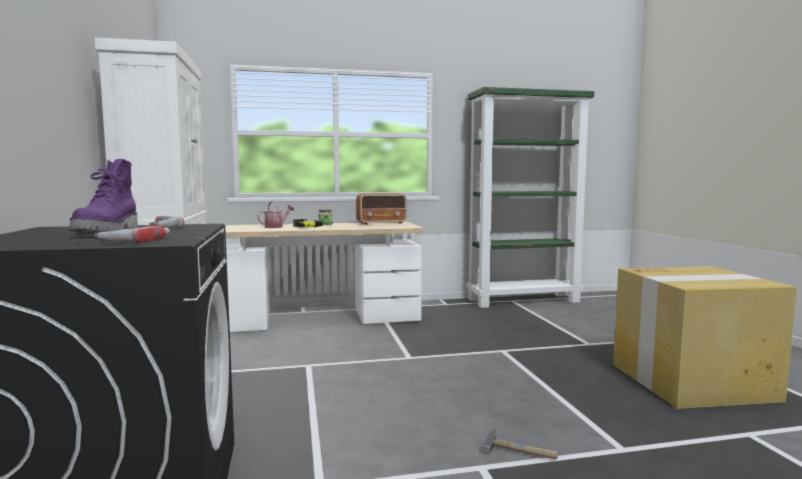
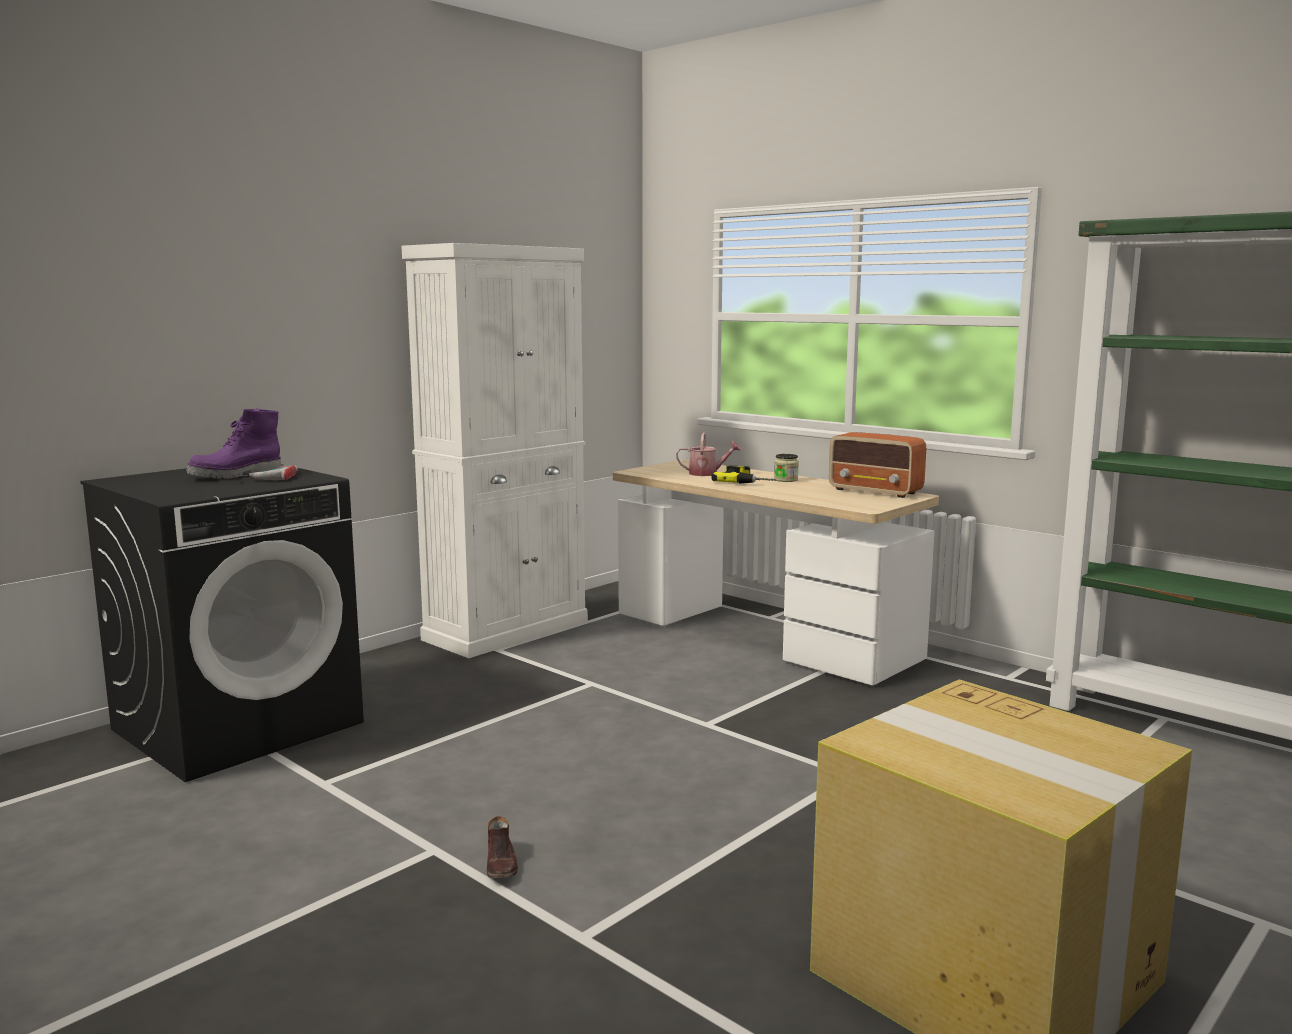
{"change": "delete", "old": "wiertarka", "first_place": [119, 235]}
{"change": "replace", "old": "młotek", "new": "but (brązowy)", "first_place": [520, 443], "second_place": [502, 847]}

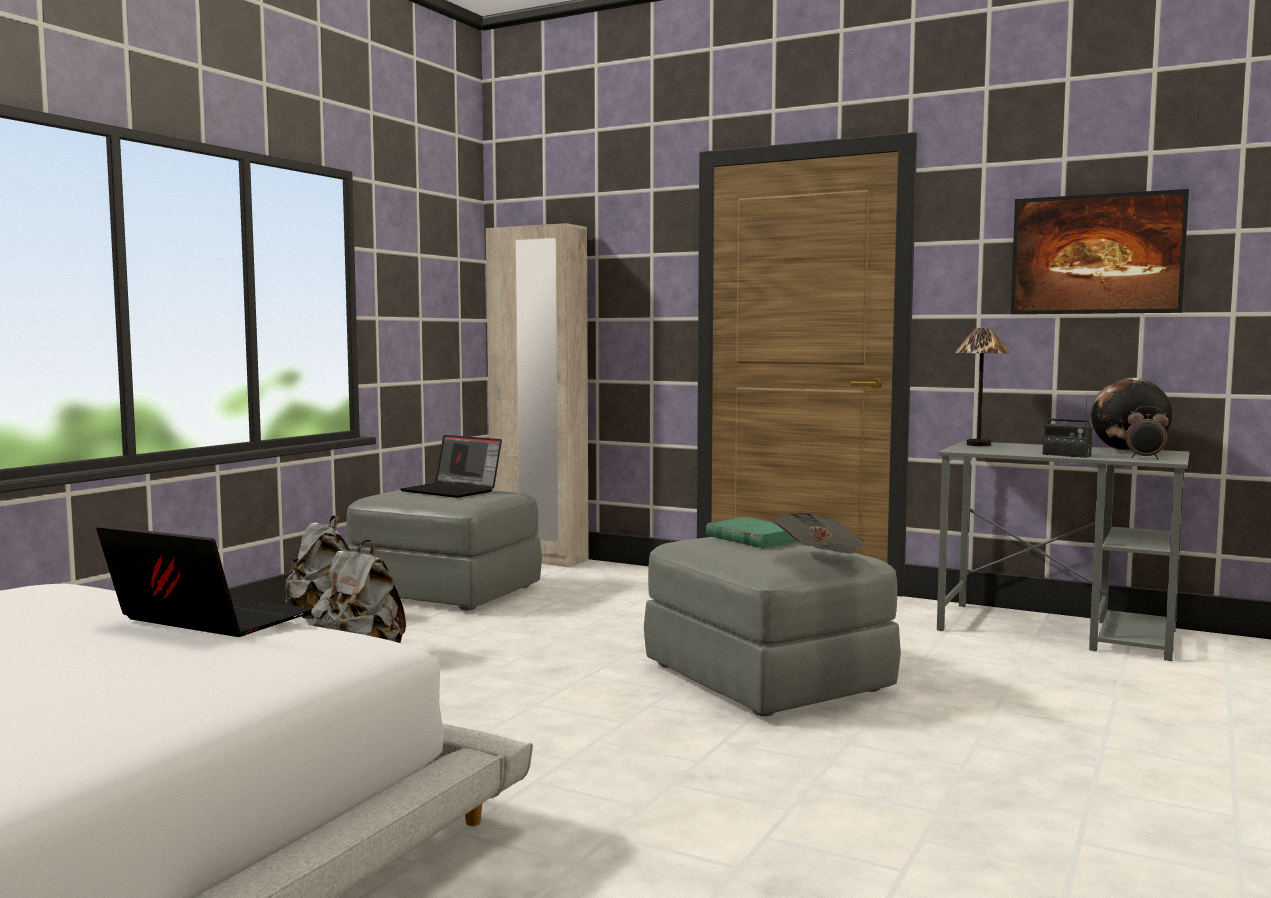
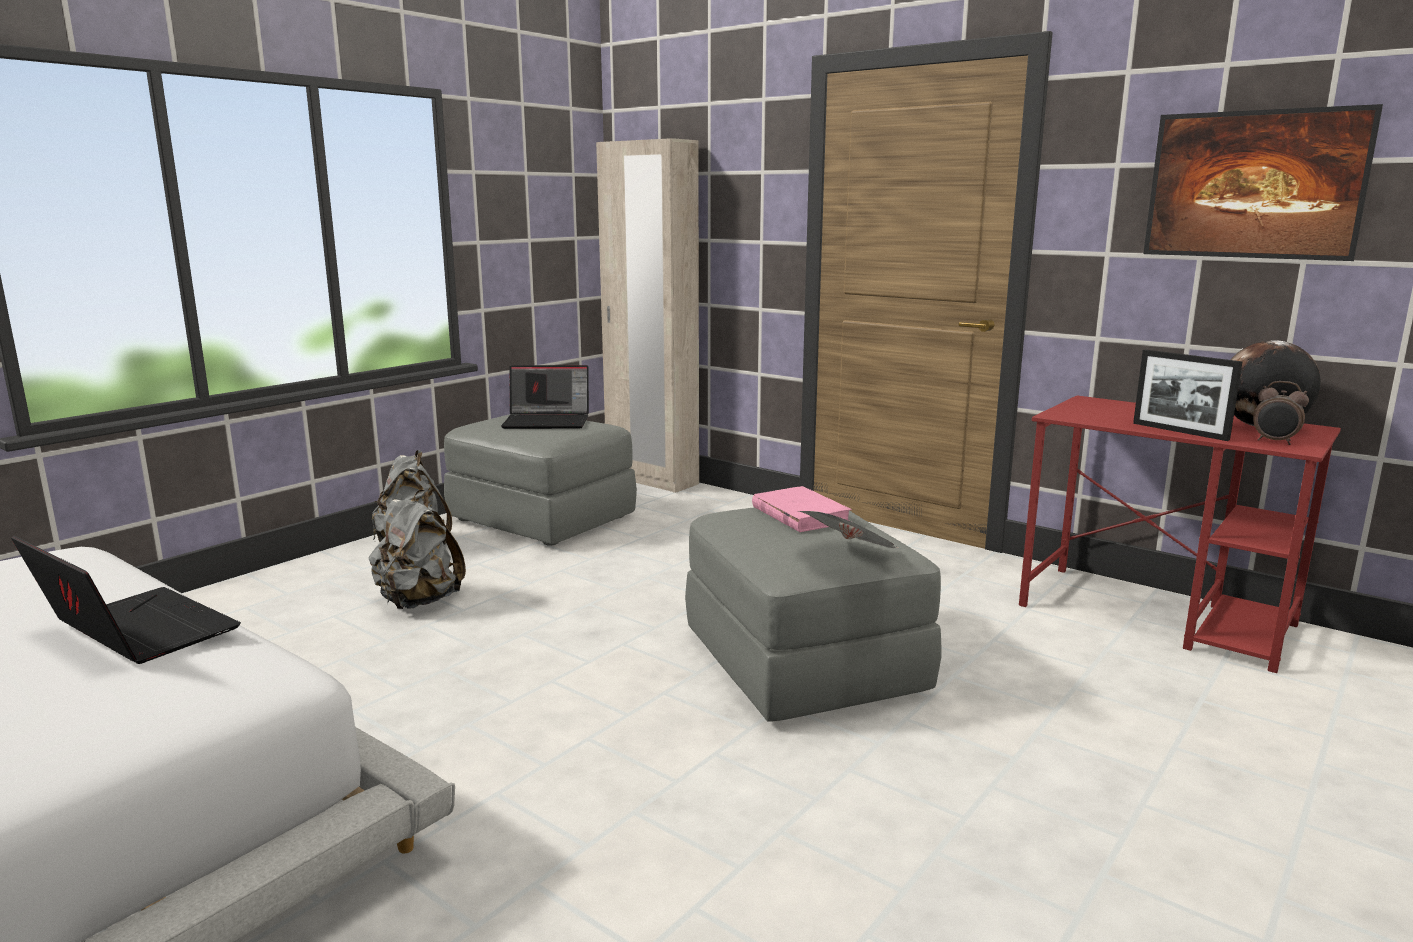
{"change": "delete", "old": "lampa stołowa", "first_place": [982, 387]}
{"change": "replace", "old": "radio", "new": "ramka na zdjęcie", "first_place": [1068, 428], "second_place": [1187, 395]}
{"change": "rotate", "old": "laptop", "first_place": [451, 466], "second_place": [545, 397], "degrees": -45}
{"change": "recolor", "old": "biurko (szary)", "new": "biurko (czerwony)", "first_place": [1063, 551], "second_place": [1180, 534]}
{"change": "recolor", "old": "książka (zielony)", "new": "książka (różowy)", "first_place": [753, 532], "second_place": [802, 509]}

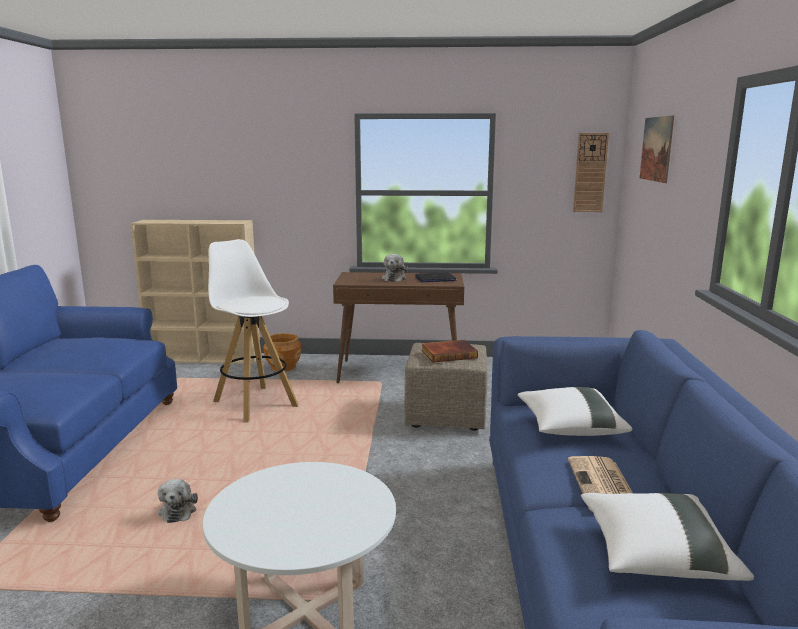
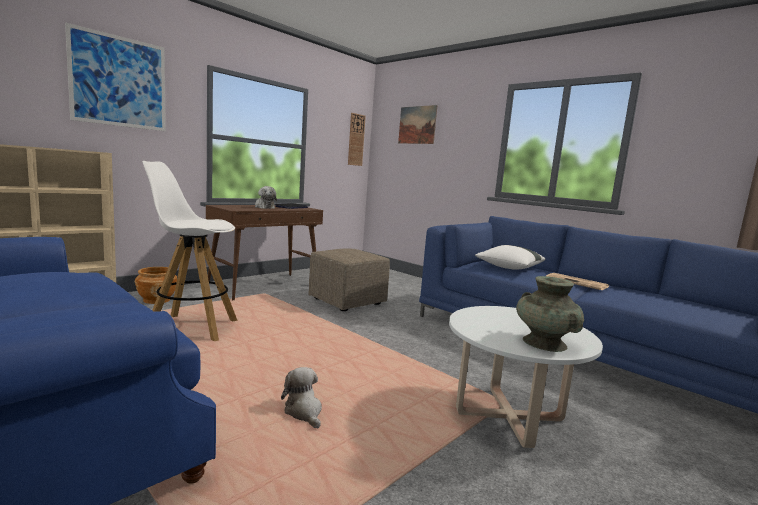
{"change": "delete", "old": "książka", "first_place": [449, 351]}
{"change": "rotate", "old": "pluszak", "first_place": [177, 501], "second_place": [301, 398], "degrees": -150}
{"change": "delete", "old": "poduszka (biały)", "first_place": [667, 537]}
{"change": "insert", "new": "obraz", "second_place": [115, 77]}
{"change": "insert", "new": "wazon (turkusowy)", "second_place": [550, 314]}

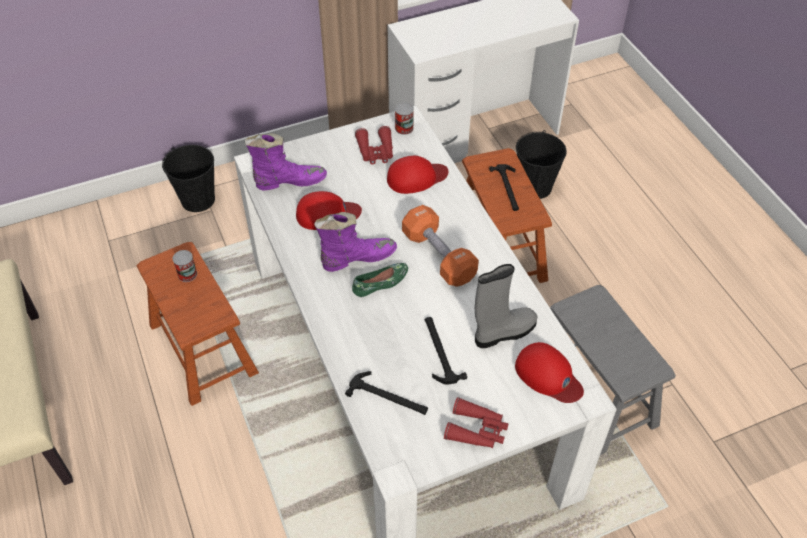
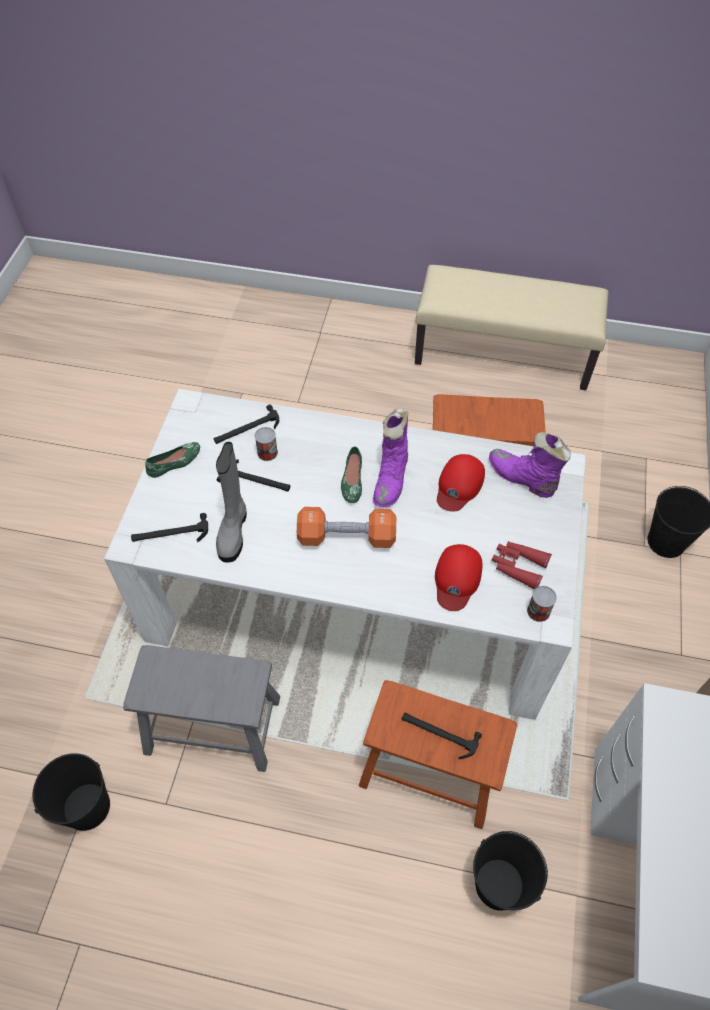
{"change": "rotate", "old": "but z cholewką (fioletowy)", "first_place": [286, 161], "second_place": [530, 465], "degrees": 105}
{"change": "move", "old": "puszka", "first_place": [185, 266], "second_place": [266, 444]}
{"change": "replace", "old": "czapka z daszkiem (czerwony)", "new": "młotek", "first_place": [549, 372], "second_place": [169, 527]}
{"change": "replace", "old": "lornetka (czerwony)", "new": "but (zielony)", "first_place": [476, 422], "second_place": [172, 460]}
{"change": "insert", "new": "wiadro (czarny)", "second_place": [71, 792]}

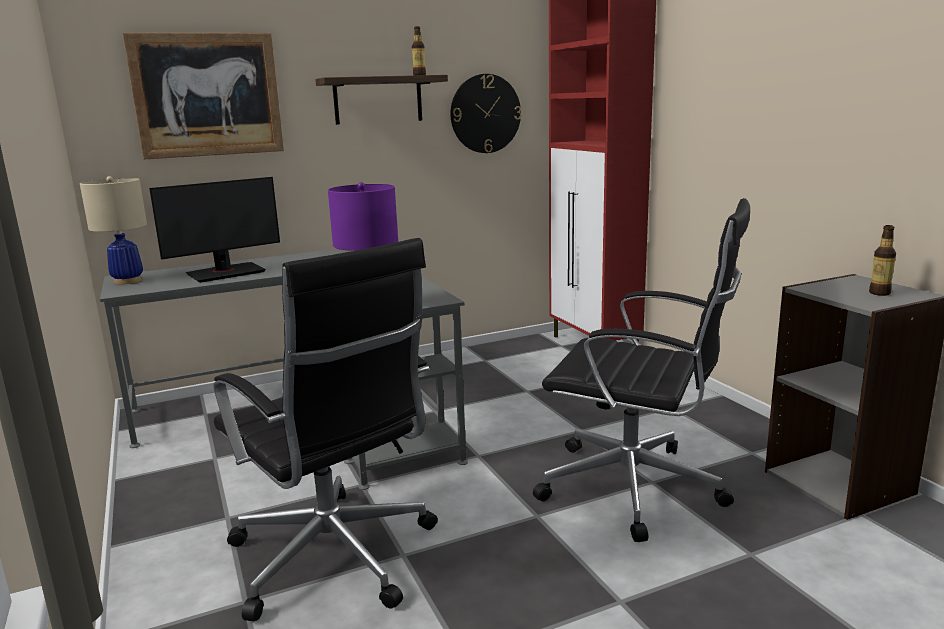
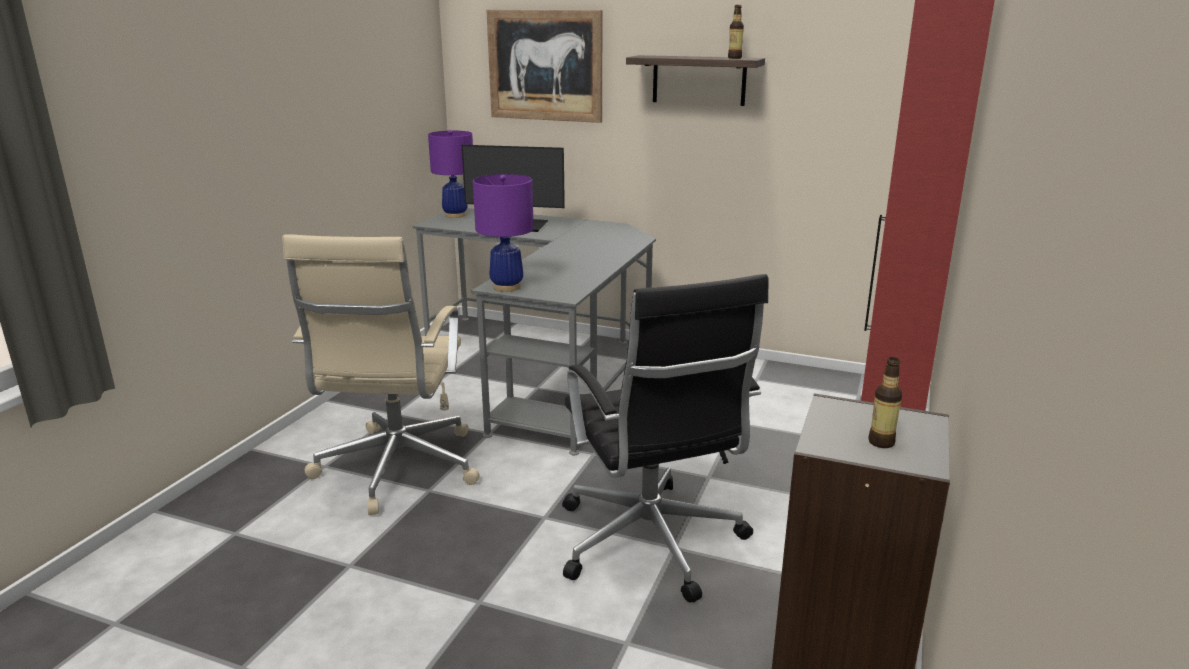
{"change": "delete", "old": "zegar ścienny", "first_place": [486, 113]}
{"change": "recolor", "old": "lampa stołowa (beżowy)", "new": "lampa stołowa (fioletowy)", "first_place": [113, 230], "second_place": [450, 174]}
{"change": "recolor", "old": "krzesło biurowe (czarny)", "new": "krzesło biurowe (beżowy)", "first_place": [326, 429], "second_place": [381, 374]}

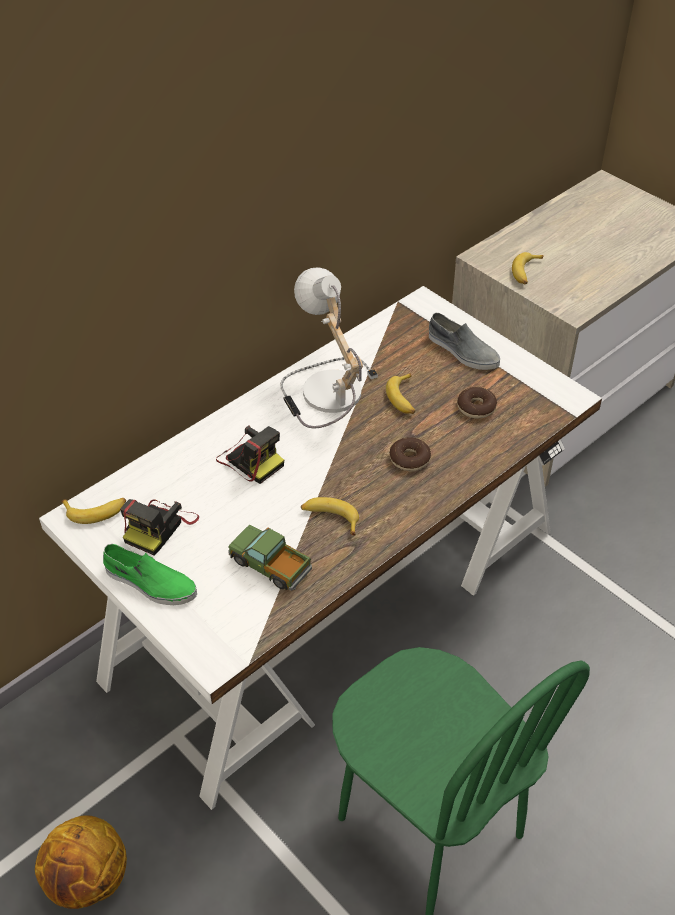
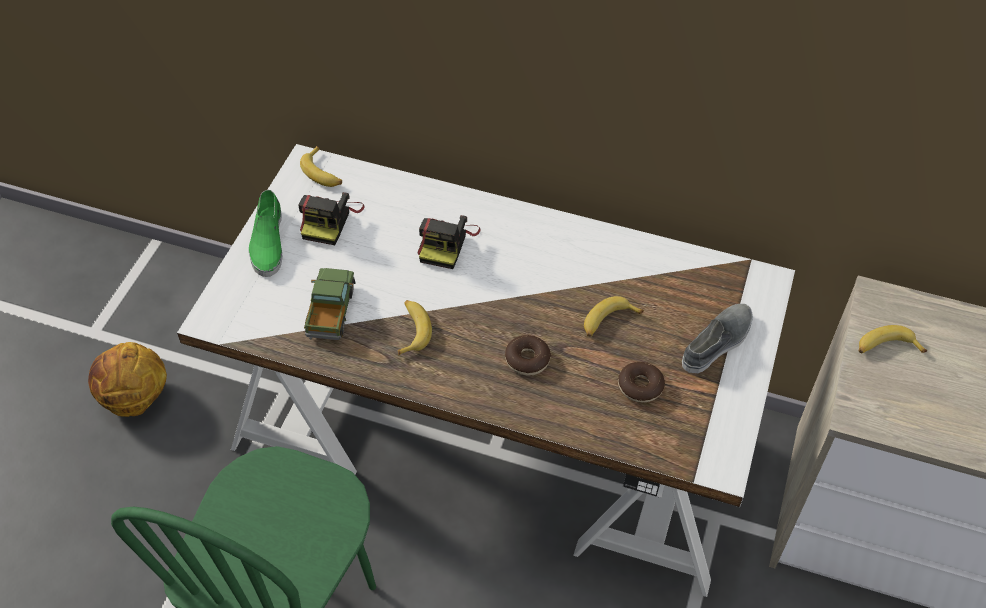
{"change": "delete", "old": "lampa stołowa", "first_place": [329, 348]}
{"change": "rotate", "old": "but (szary)", "first_place": [464, 341], "second_place": [717, 338], "degrees": -150}
{"change": "rotate", "old": "aparat fotograficzny", "first_place": [159, 527], "second_place": [331, 218], "degrees": -75}

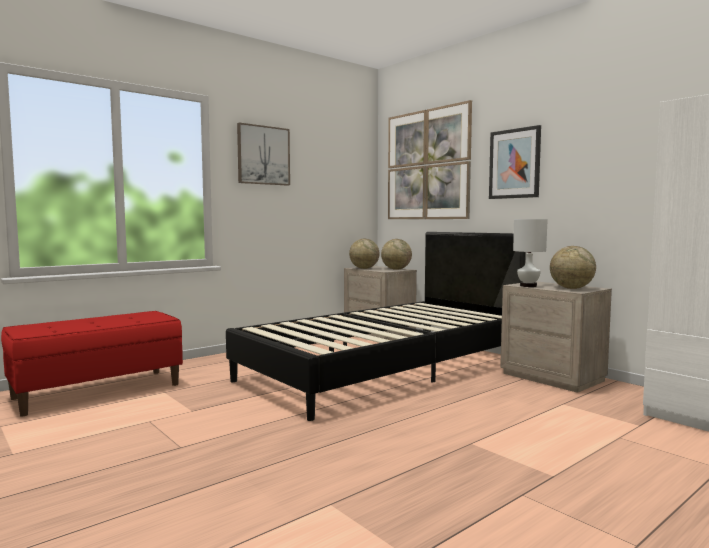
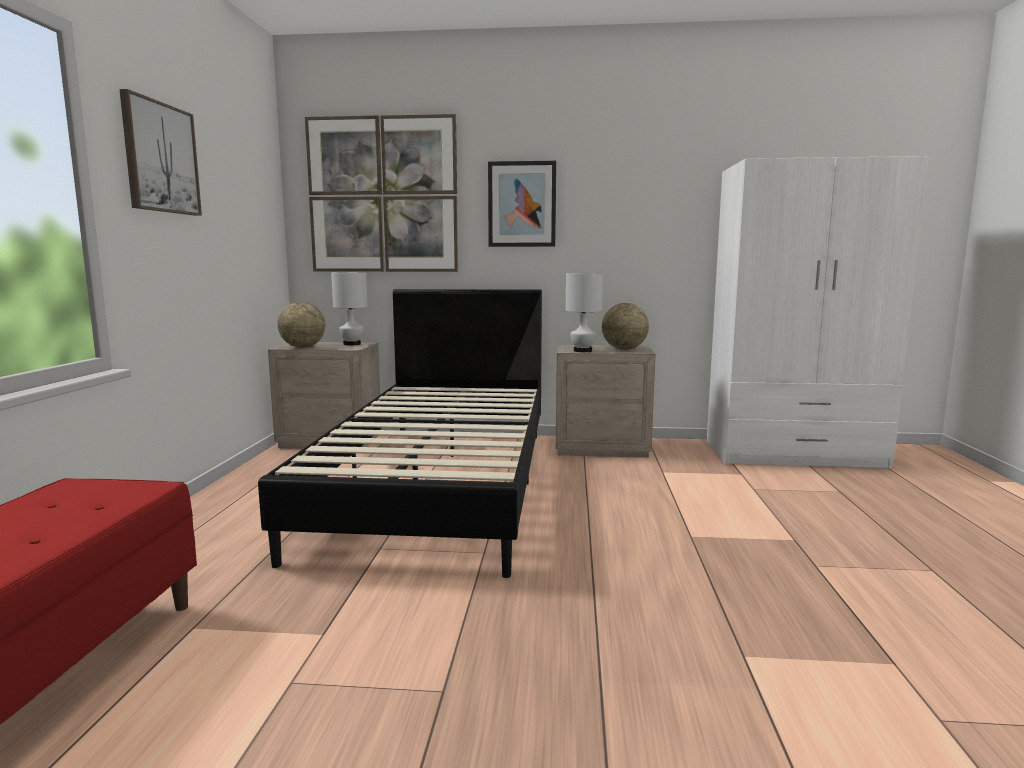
{"change": "replace", "old": "globus", "new": "lampa stołowa (biały)", "first_place": [396, 254], "second_place": [349, 308]}

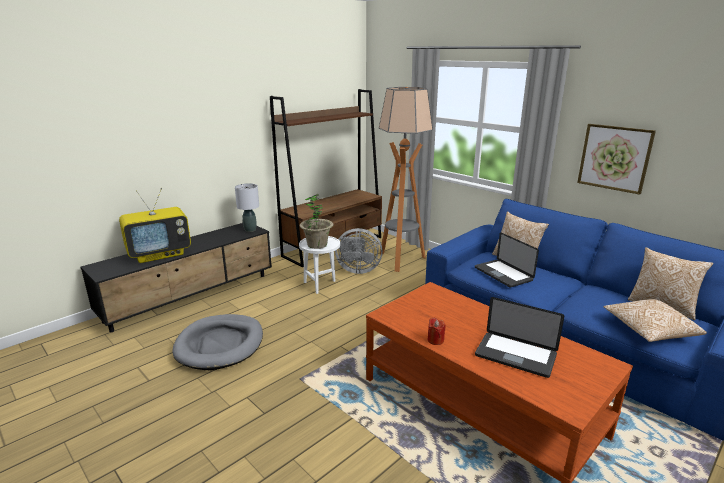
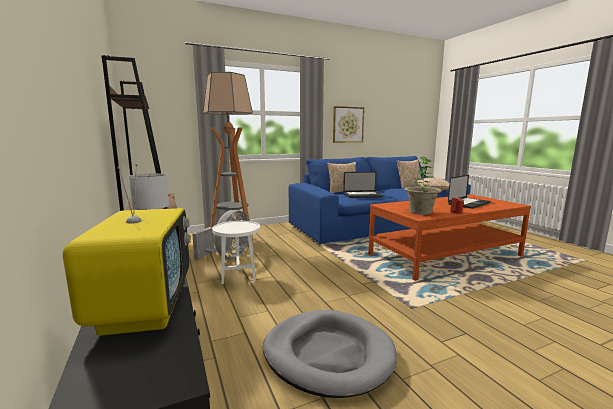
{"change": "move", "old": "roślina doniczkowa", "first_place": [316, 221], "second_place": [423, 186]}

